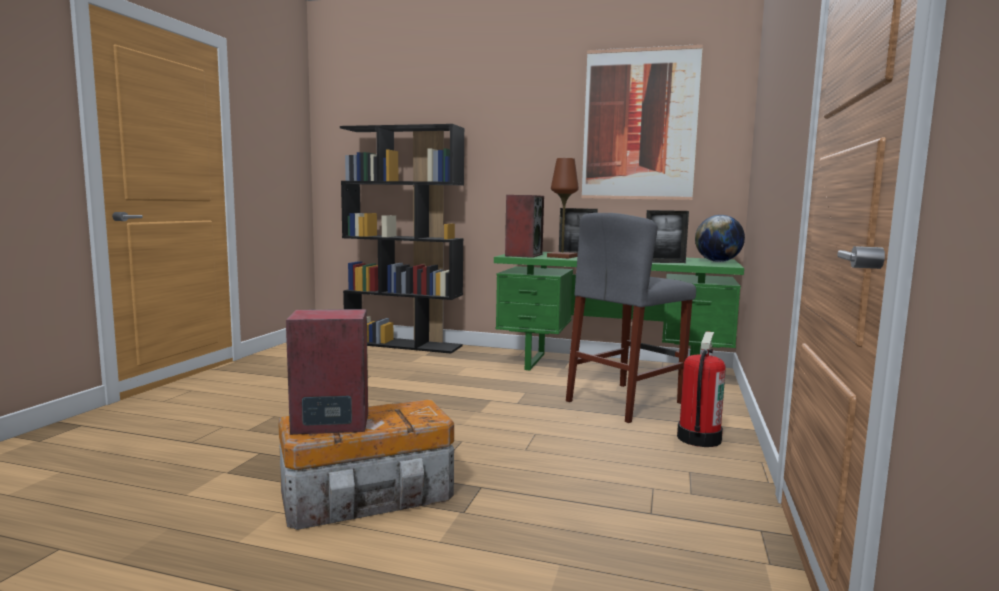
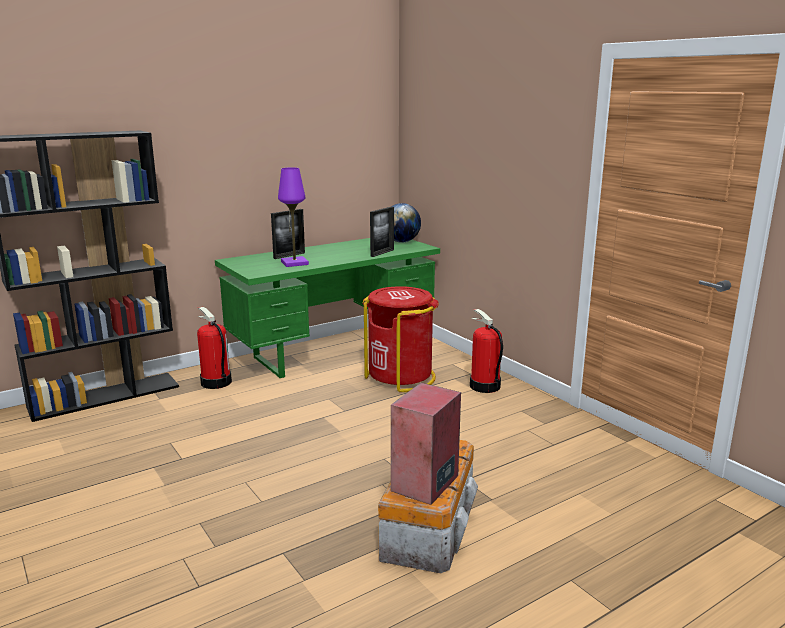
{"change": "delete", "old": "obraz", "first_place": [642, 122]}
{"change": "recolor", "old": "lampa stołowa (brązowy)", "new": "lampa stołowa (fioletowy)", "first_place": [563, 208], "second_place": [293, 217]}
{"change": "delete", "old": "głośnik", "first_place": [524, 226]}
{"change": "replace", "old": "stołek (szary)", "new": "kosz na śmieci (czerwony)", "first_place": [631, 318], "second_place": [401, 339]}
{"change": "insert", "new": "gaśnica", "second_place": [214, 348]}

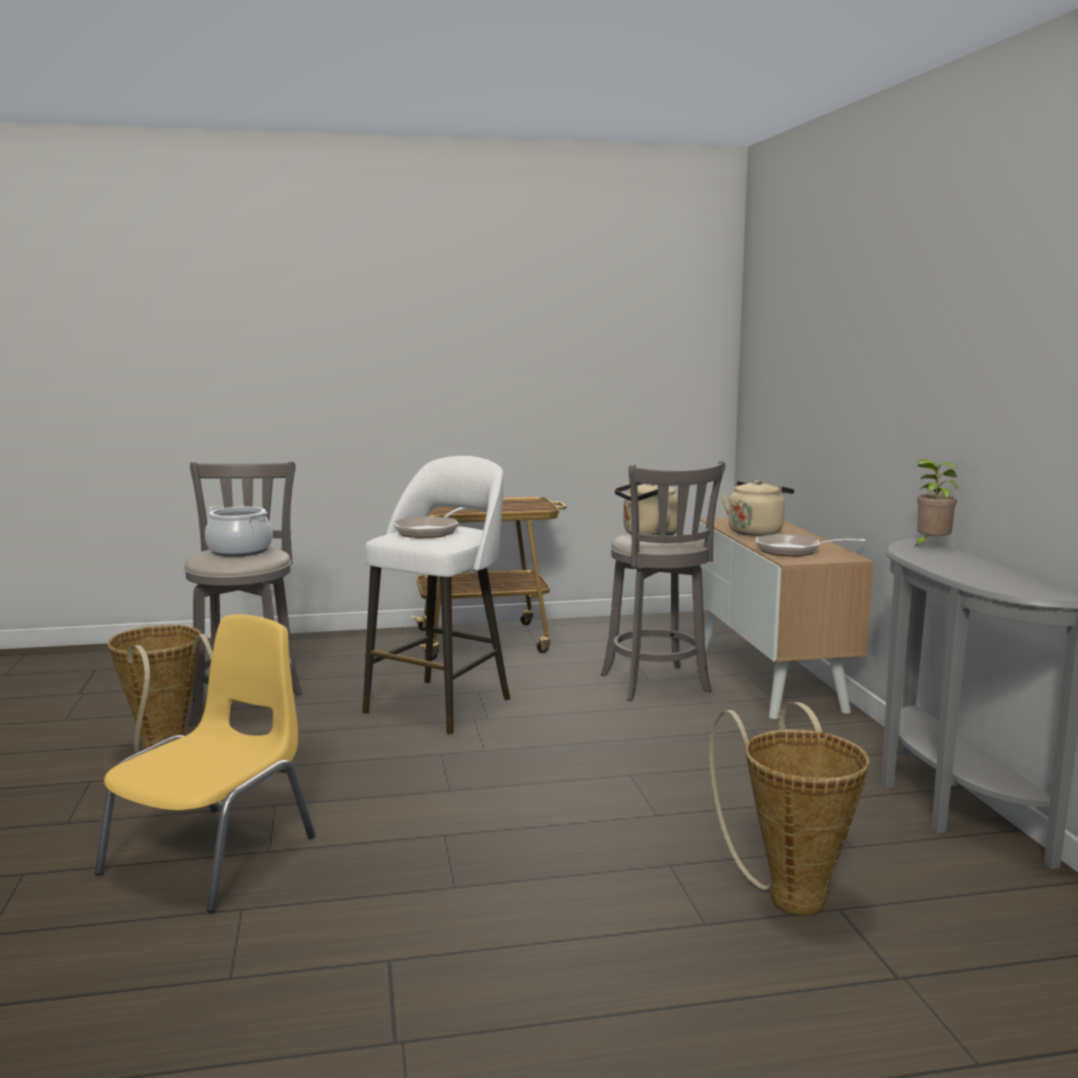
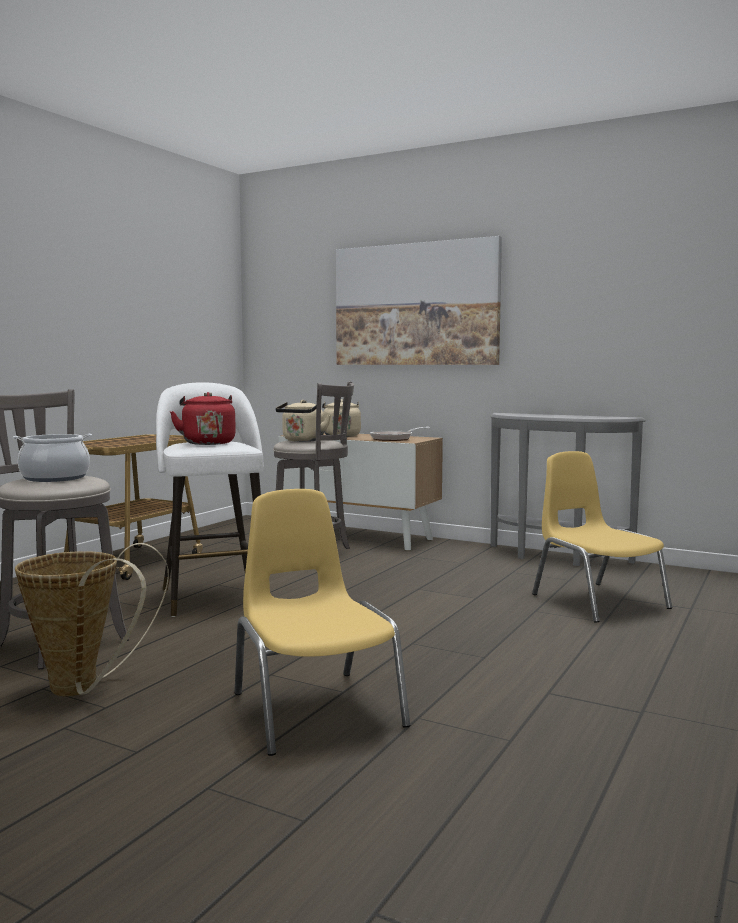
{"change": "delete", "old": "roślina doniczkowa", "first_place": [936, 503]}
{"change": "replace", "old": "patelnia", "new": "czajnik (czerwony)", "first_place": [429, 522], "second_place": [203, 418]}
{"change": "replace", "old": "koszyk", "new": "krzesło (żółty)", "first_place": [789, 809], "second_place": [602, 537]}
{"change": "insert", "new": "obraz", "second_place": [419, 300]}

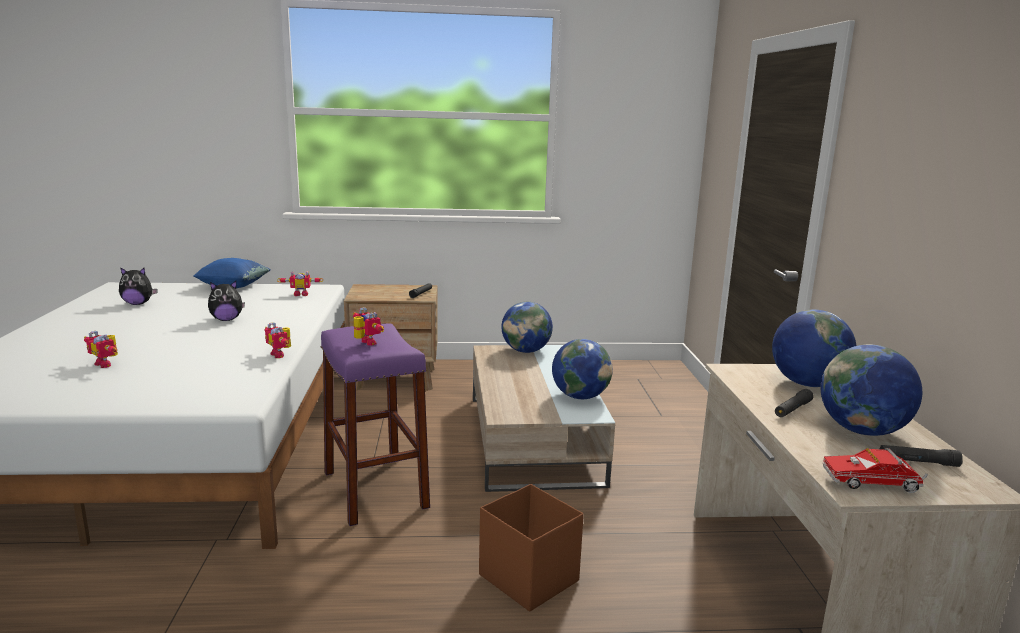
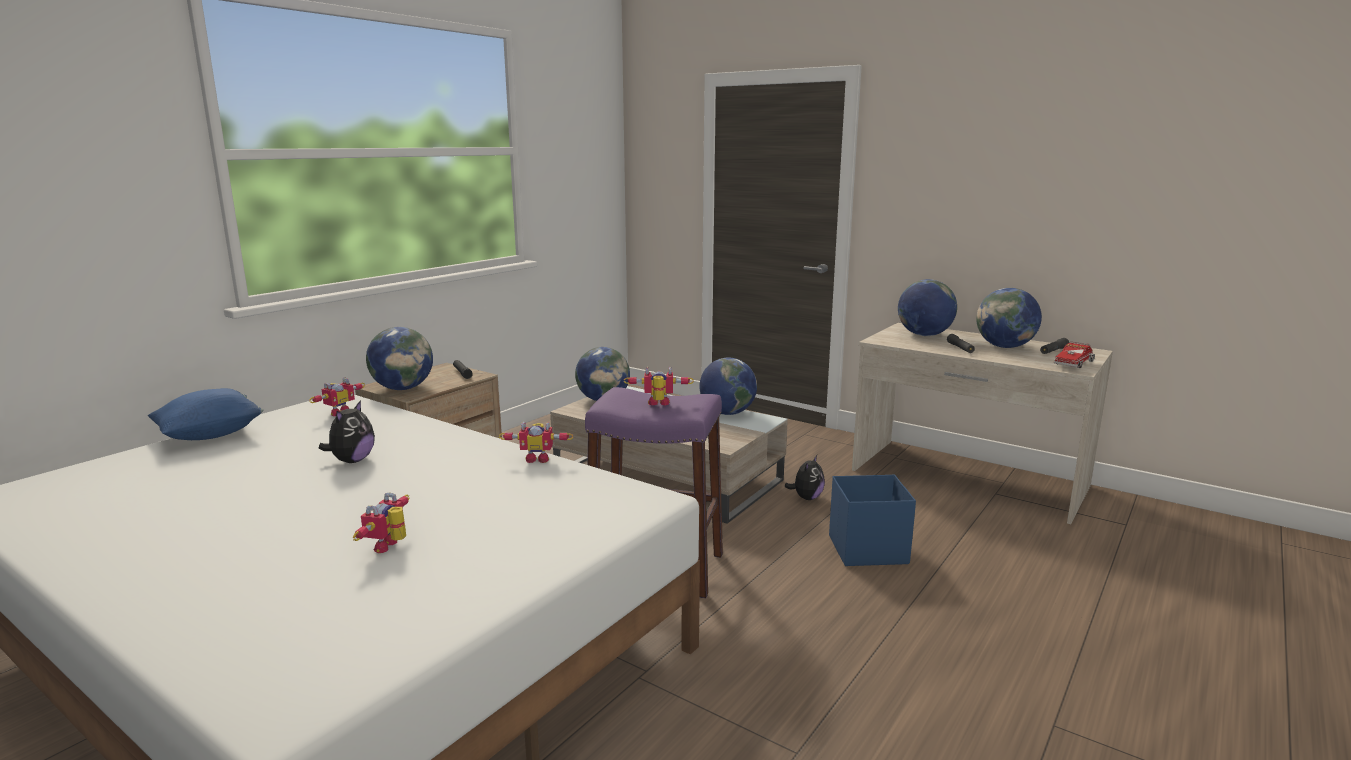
{"change": "move", "old": "pluszak", "first_place": [138, 286], "second_place": [805, 477]}
{"change": "rotate", "old": "robot zabawkowy", "first_place": [101, 349], "second_place": [381, 522], "degrees": 120}
{"change": "recolor", "old": "pojemnik do przechowywania (brązowy)", "new": "pojemnik do przechowywania (niebieski)", "first_place": [531, 548], "second_place": [872, 520]}
{"change": "insert", "new": "globus", "second_place": [399, 358]}

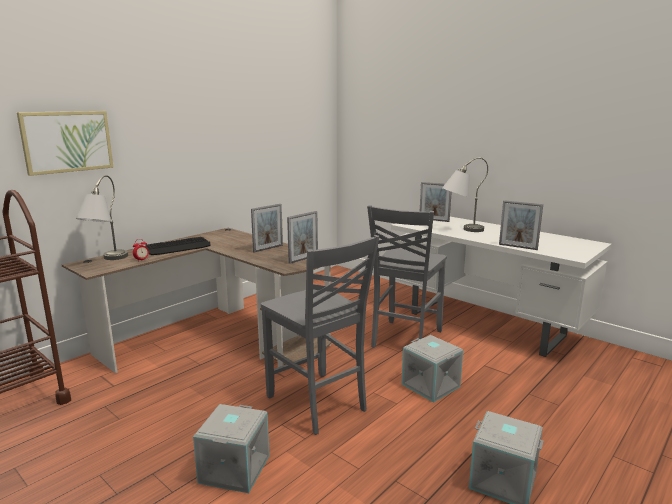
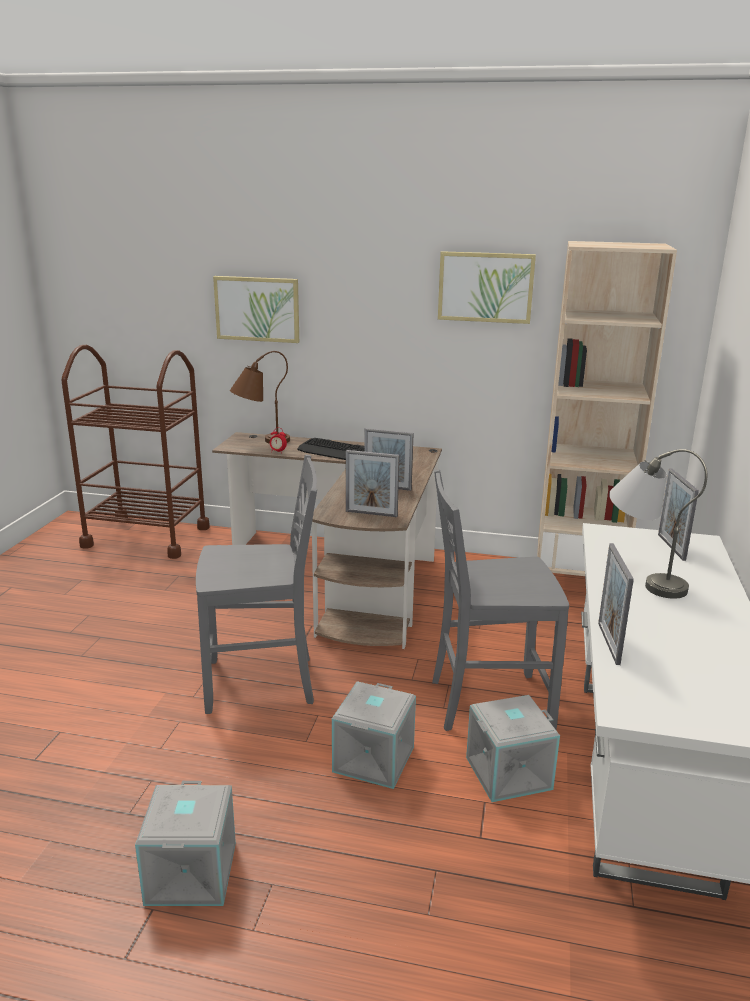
{"change": "recolor", "old": "lampa stołowa (szary)", "new": "lampa stołowa (brązowy)", "first_place": [102, 217], "second_place": [260, 397]}
{"change": "rotate", "old": "krzesło (szary)", "first_place": [320, 335], "second_place": [256, 584], "degrees": -120}
{"change": "move", "old": "pojemnik do przechowywania (szary)", "first_place": [231, 448], "second_place": [513, 748]}
{"change": "insert", "new": "regał (beżowy)", "second_place": [607, 408]}
{"change": "insert", "new": "obraz", "second_place": [487, 287]}

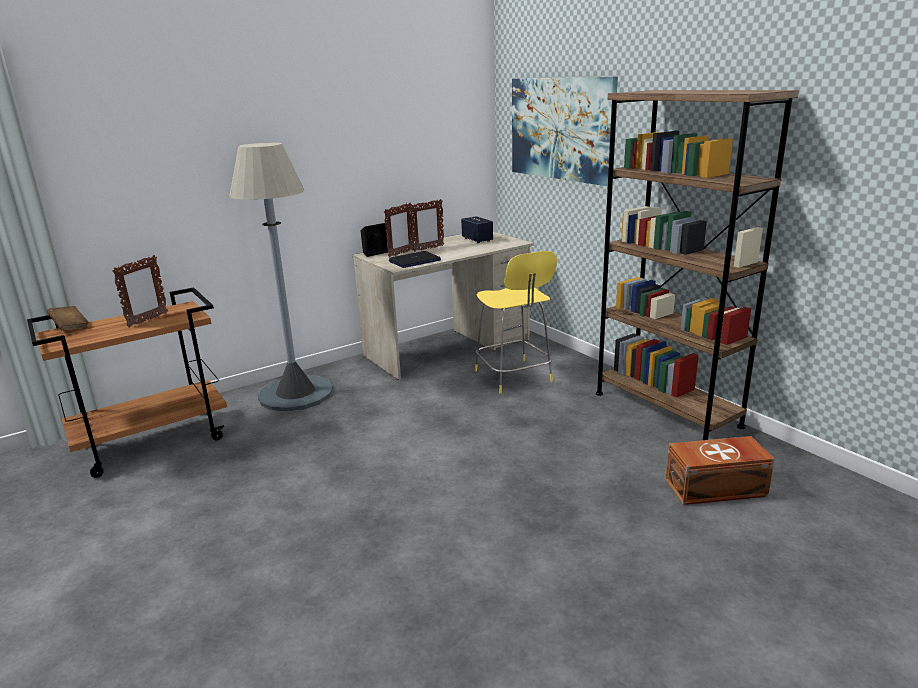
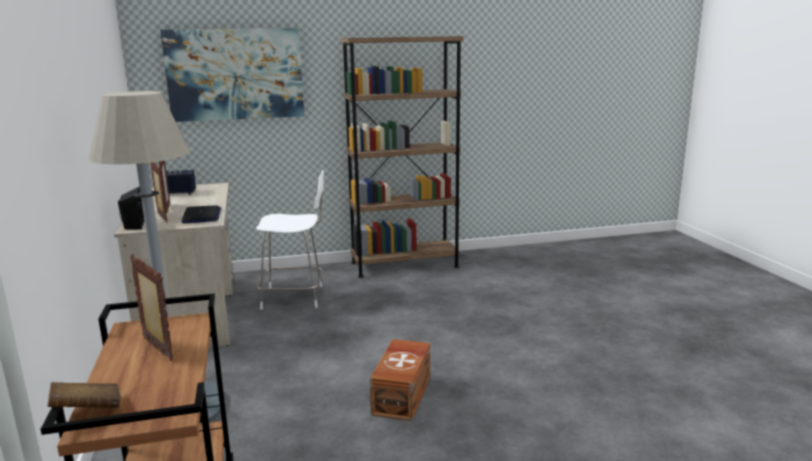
{"change": "recolor", "old": "stołek (żółty)", "new": "stołek (biały)", "first_place": [516, 322], "second_place": [290, 240]}
{"change": "move", "old": "pojemnik do przechowywania (brązowy)", "first_place": [719, 470], "second_place": [400, 380]}

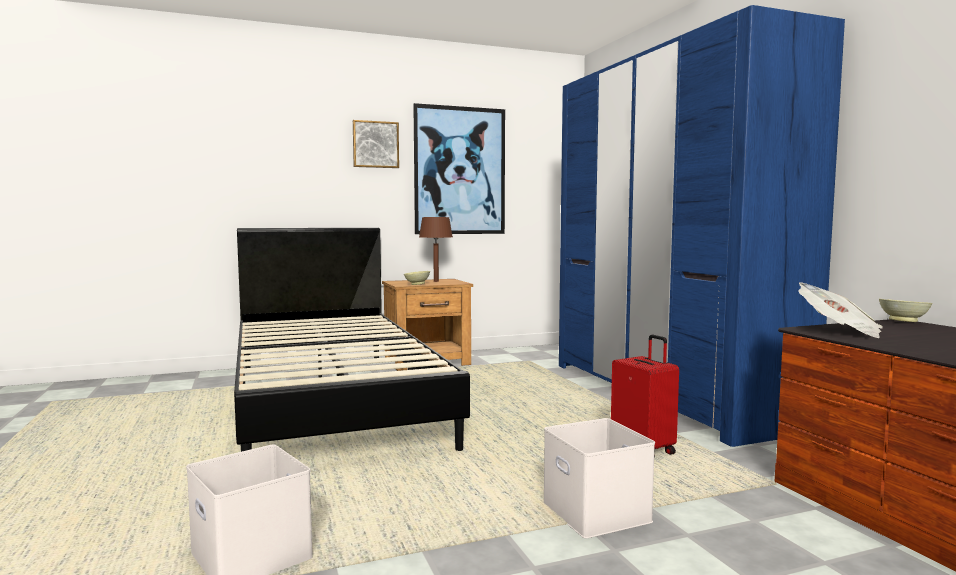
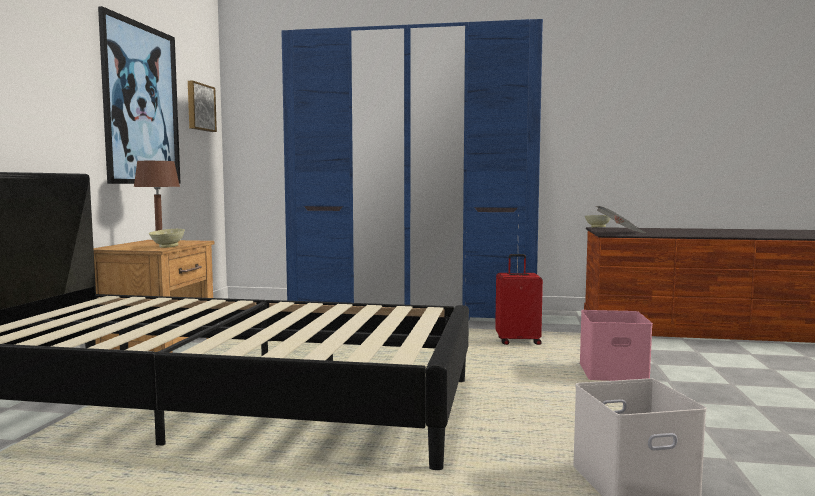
{"change": "move", "old": "obraz", "first_place": [376, 144], "second_place": [202, 106]}
{"change": "recolor", "old": "pojemnik do przechowywania (biały)", "new": "pojemnik do przechowywania (różowy)", "first_place": [599, 478], "second_place": [616, 345]}

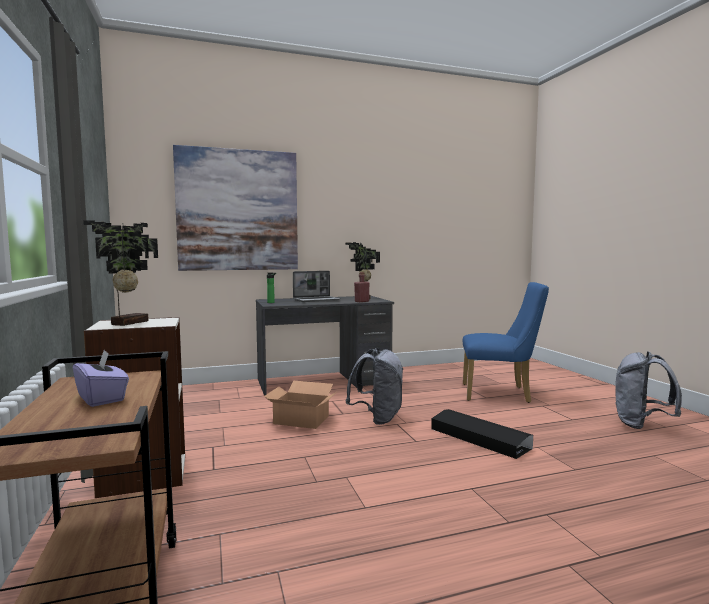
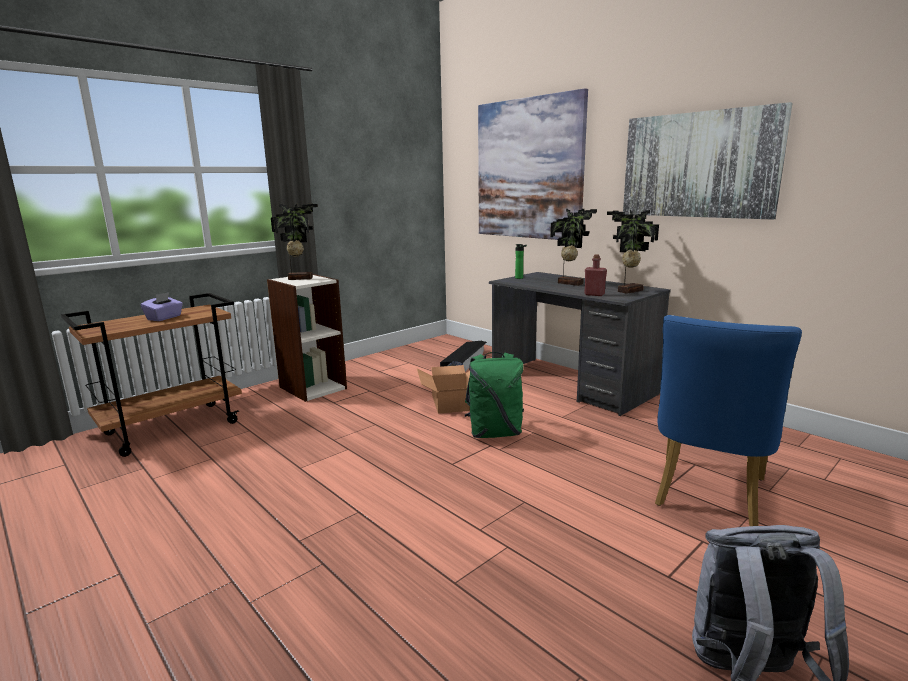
{"change": "replace", "old": "laptop", "new": "roślina doniczkowa", "first_place": [316, 286], "second_place": [573, 247]}
{"change": "rotate", "old": "krzesło (niebieski)", "first_place": [506, 342], "second_place": [728, 420], "degrees": 45}
{"change": "recolor", "old": "plecak (szary)", "new": "plecak (zielony)", "first_place": [374, 386], "second_place": [494, 395]}
{"change": "move", "old": "pojemnik do przechowywania (czarny)", "first_place": [482, 434], "second_place": [463, 356]}
{"change": "insert", "new": "obraz", "second_place": [707, 161]}

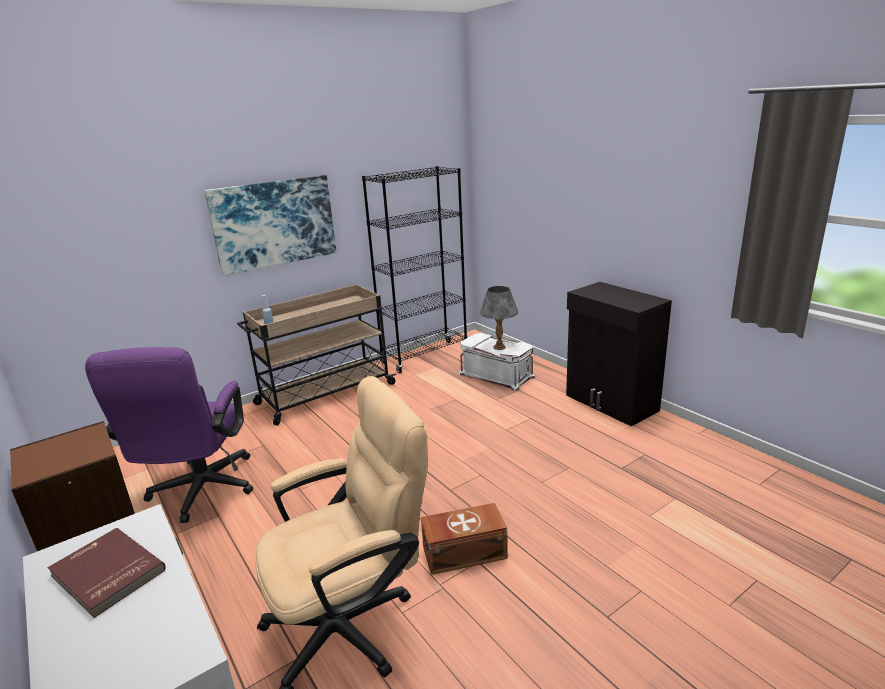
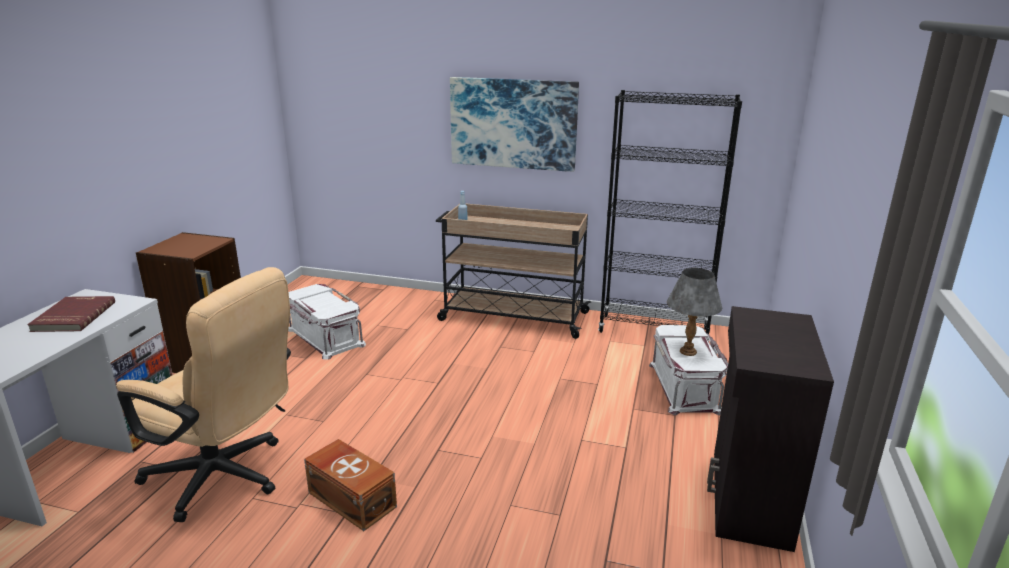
{"change": "replace", "old": "krzesło biurowe (fioletowy)", "new": "pojemnik do przechowywania (biały)", "first_place": [169, 435], "second_place": [327, 322]}

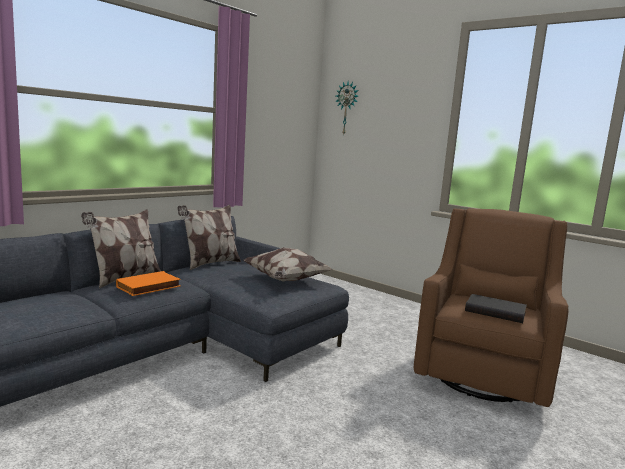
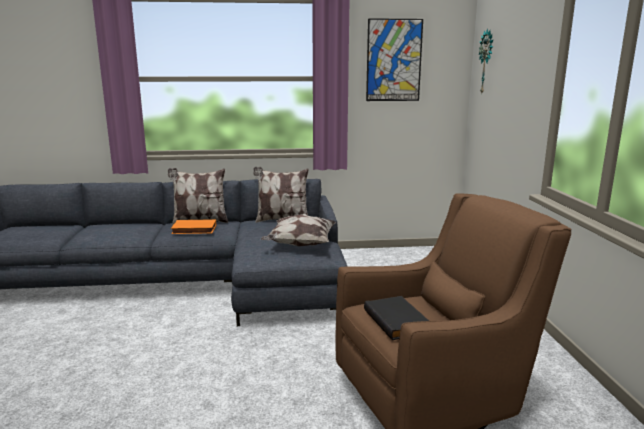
{"change": "insert", "new": "obraz", "second_place": [394, 59]}

